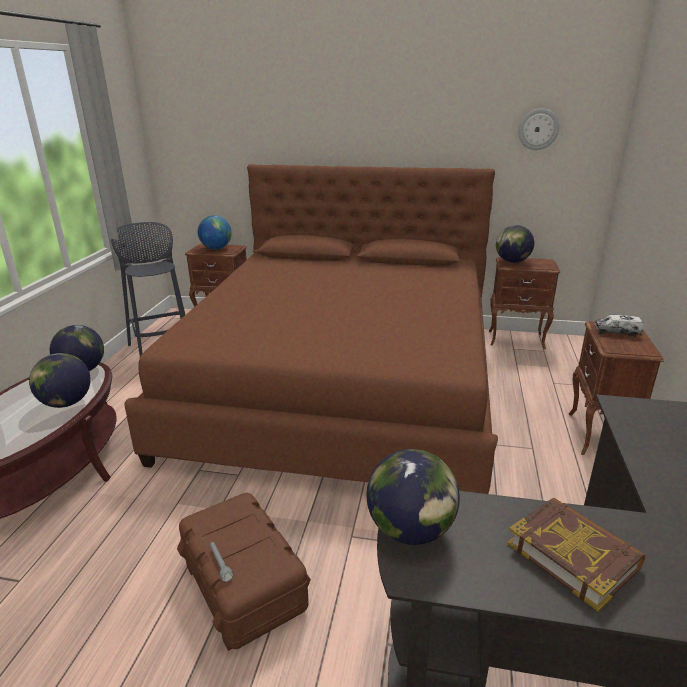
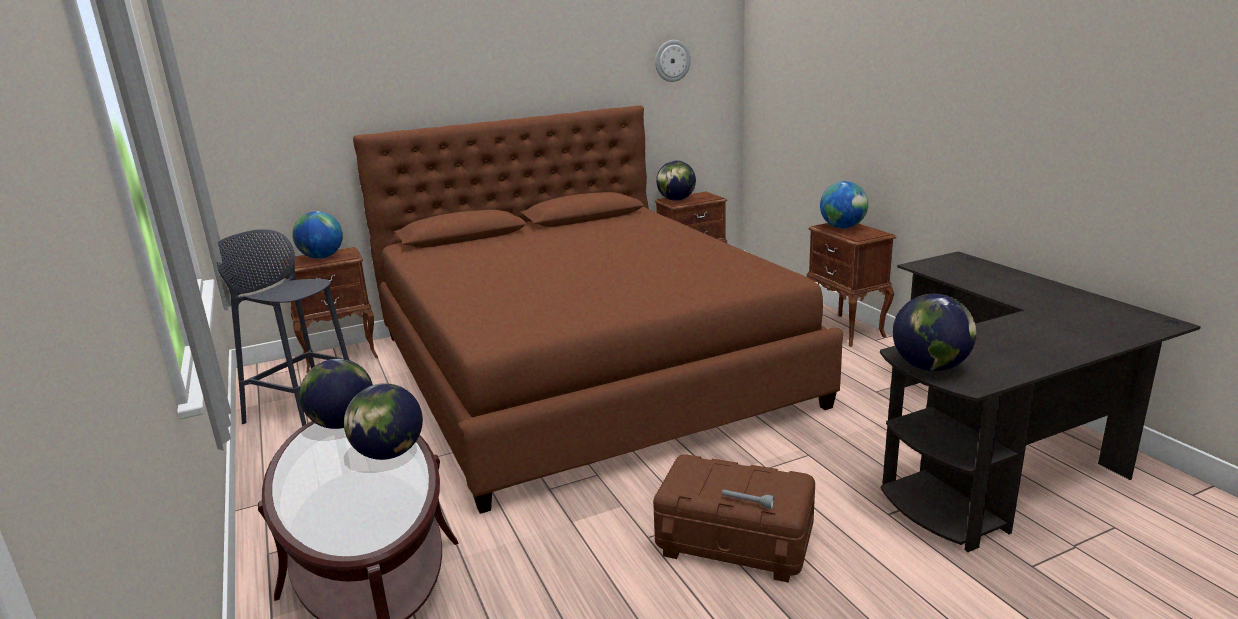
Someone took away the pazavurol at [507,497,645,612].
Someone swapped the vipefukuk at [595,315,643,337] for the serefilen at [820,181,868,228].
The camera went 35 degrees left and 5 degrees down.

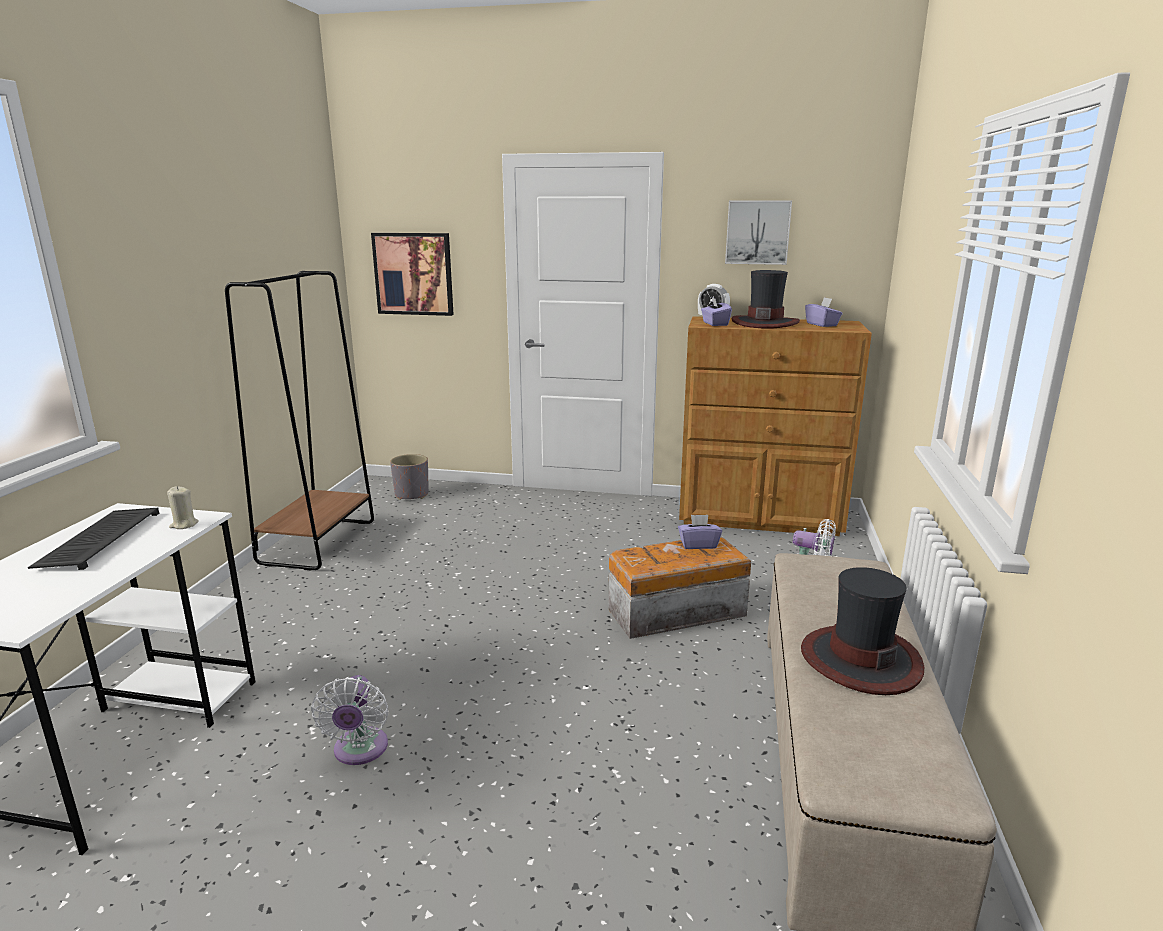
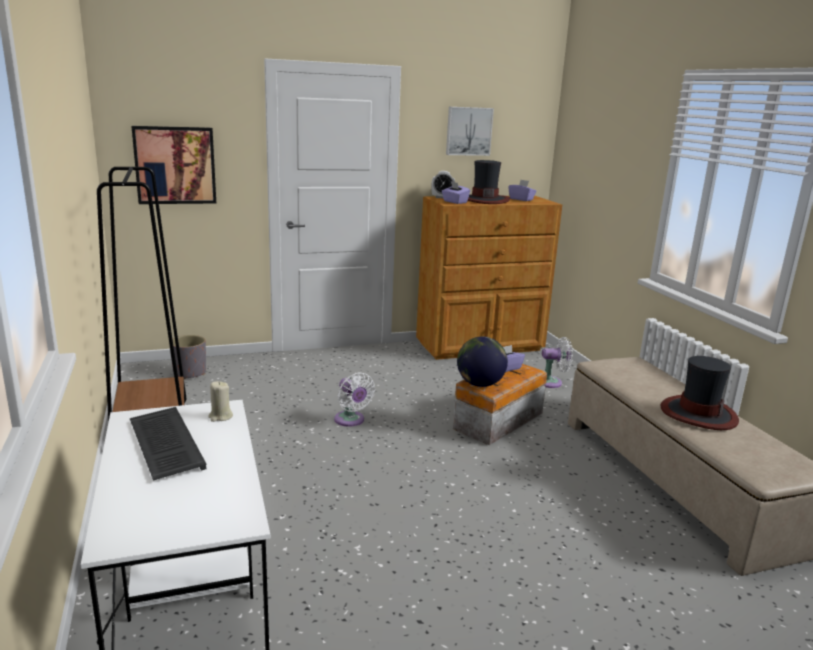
Someone put down the serefilen at [457,336,508,387].
Someone carried the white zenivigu from [311,675,389,765] to [334,372,375,427].
The camera went 30 degrees left and 0 degrees up.

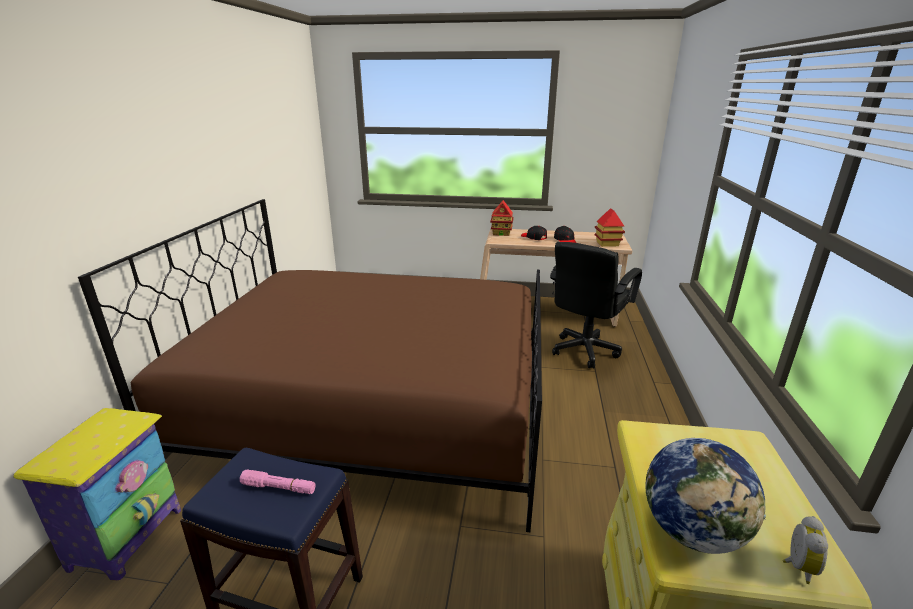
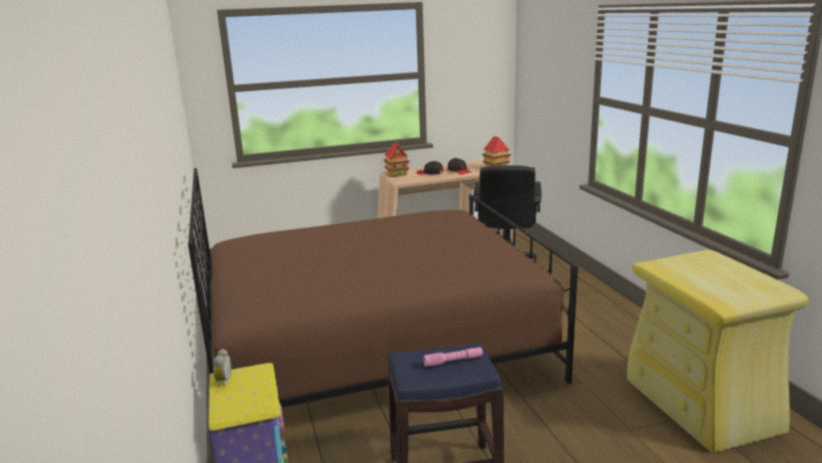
Someone took away the serefilen at [645,438,766,554].
Someone carried the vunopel from [783,516,828,584] to [213,349,231,387].
The camera went 25 degrees left and 5 degrees down.

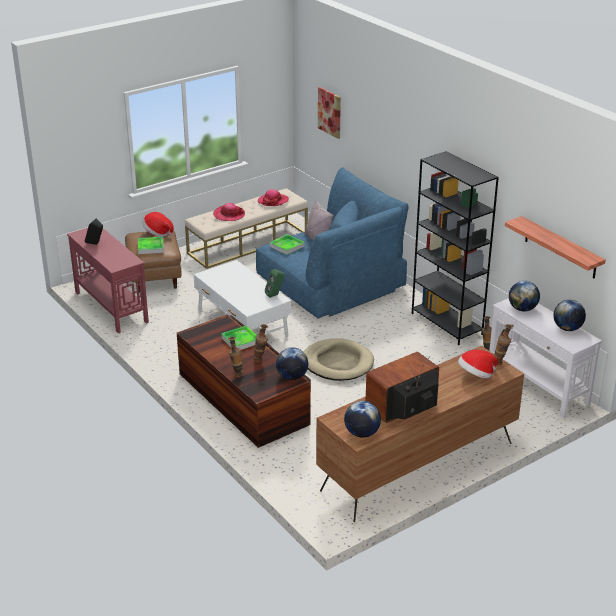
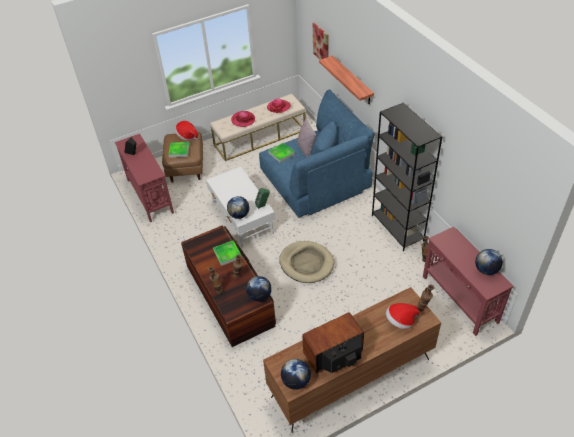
Someone carried the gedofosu from [505,216,606,278] to [319,56,374,104].
Someone carried the serefilen from [509,281,540,312] to [227,196,249,219].
Someone repainted the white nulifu at [489,298,602,418], which became the red nulifu at [423,227,514,336].
The camera went 10 degrees right and 15 degrees up.

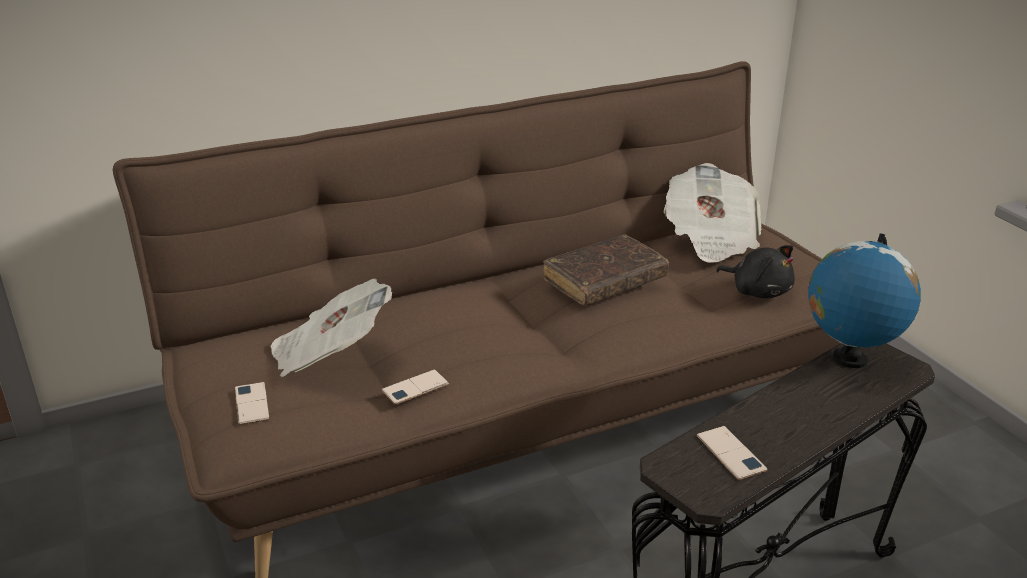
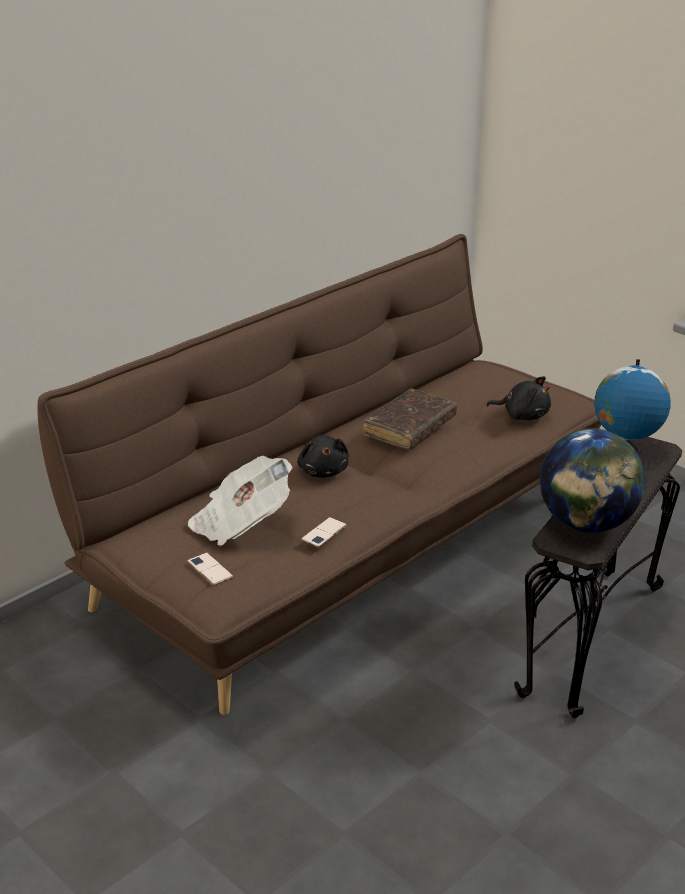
Someone took away the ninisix at [663,163,761,263].
Someone put down the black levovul at [297,435,349,478].
Someone swapped the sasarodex at [697,426,768,480] for the serefilen at [540,428,645,533].
The camera went 20 degrees left and 0 degrees up.

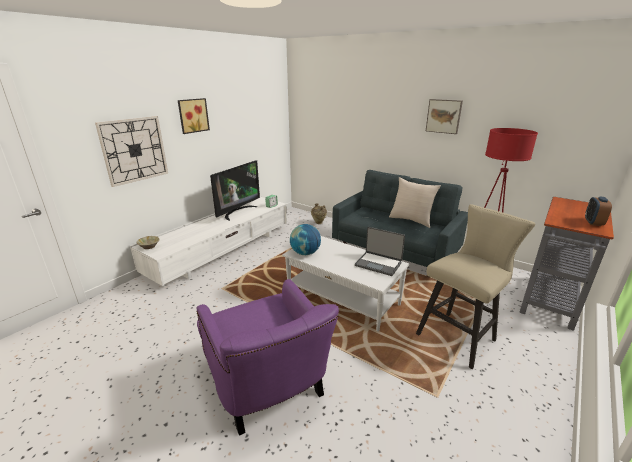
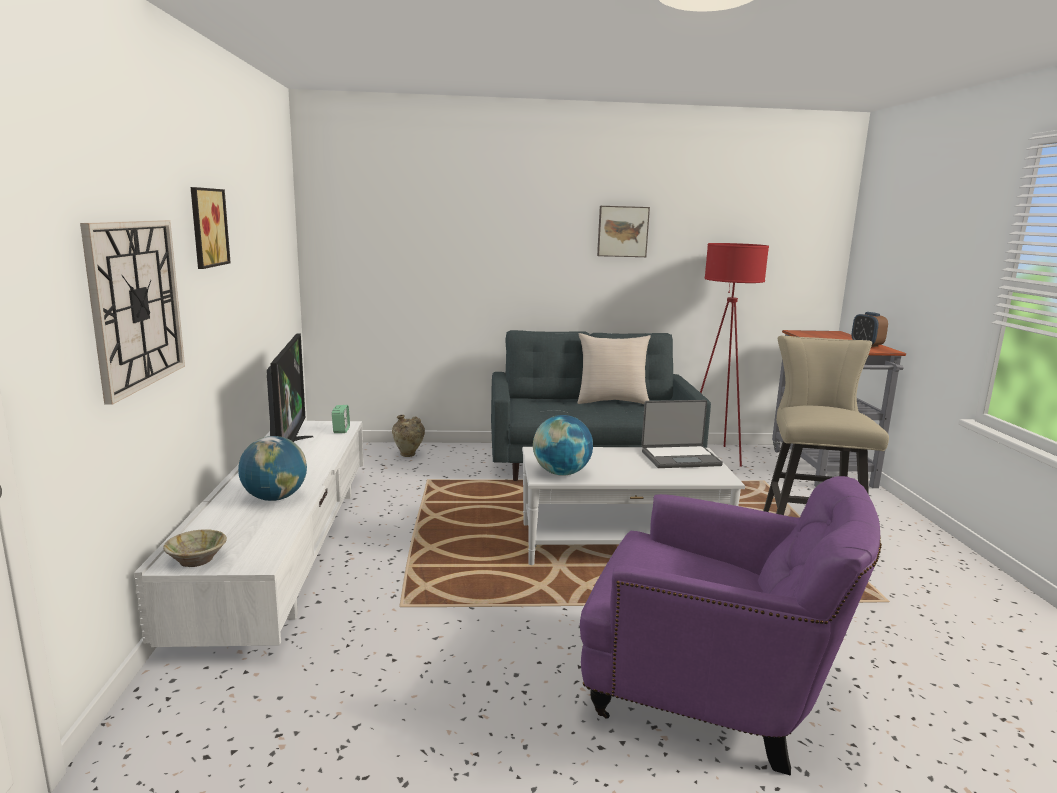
Someone put down the serefilen at [238,436,307,501].
The camera went 40 degrees left and 10 degrees down.

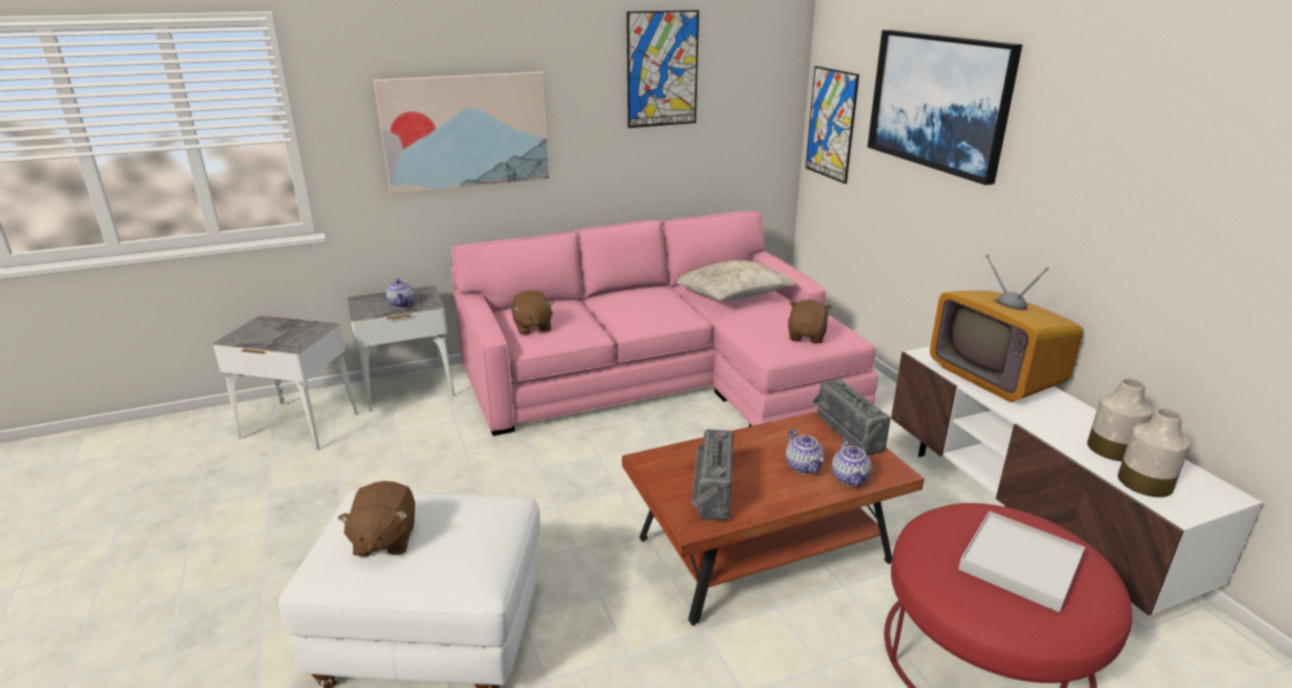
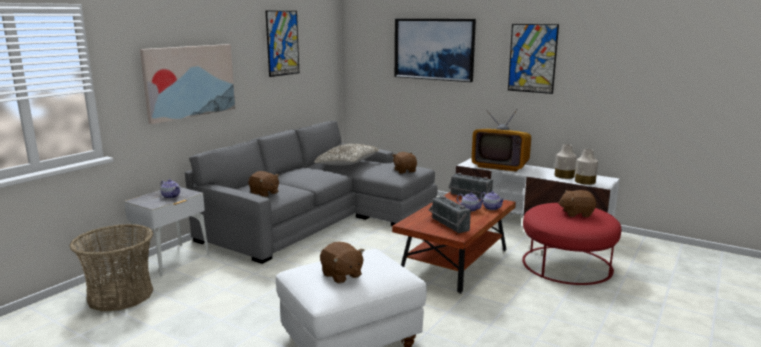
Someone carried the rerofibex from [806,66,859,184] to [508,24,559,94].
Someone swapped the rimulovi at [213,315,358,451] for the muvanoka at [70,224,153,311].
Someone swapped the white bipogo at [959,511,1085,613] for the brown levovul at [558,190,596,217].
Someone repainted the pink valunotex at [451,211,878,436], which became the grey valunotex at [185,121,438,264].
The camera went 35 degrees left and 10 degrees down.

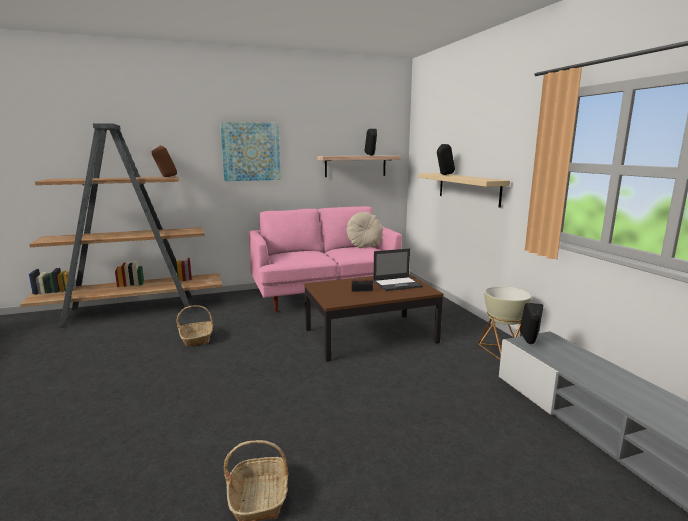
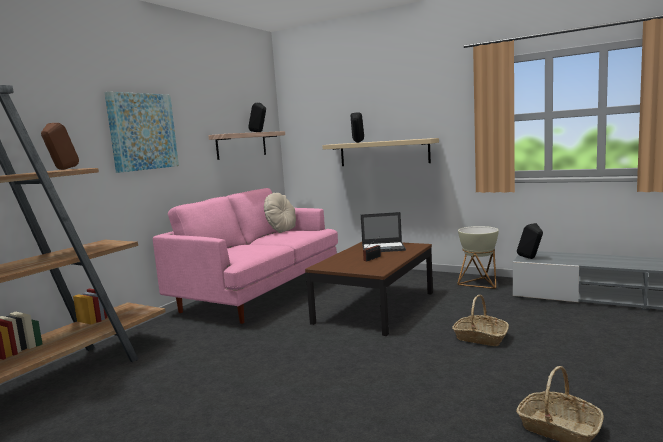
Someone carried the muvanoka from [177,305,213,346] to [452,295,509,346].
Someone rotated the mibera at [373,248,423,291] by 60 degrees clockwise.
The camera went 40 degrees left and 5 degrees down.

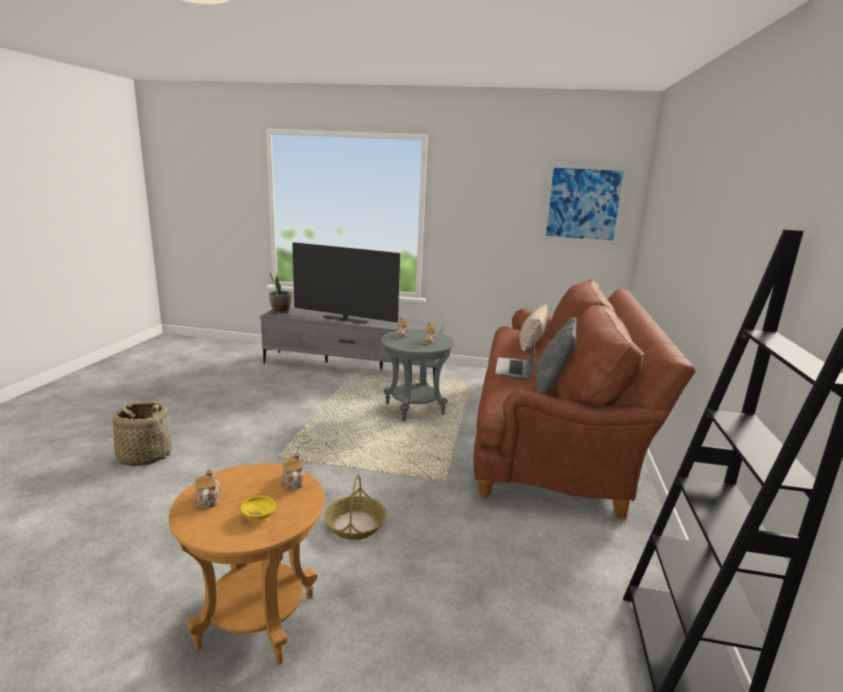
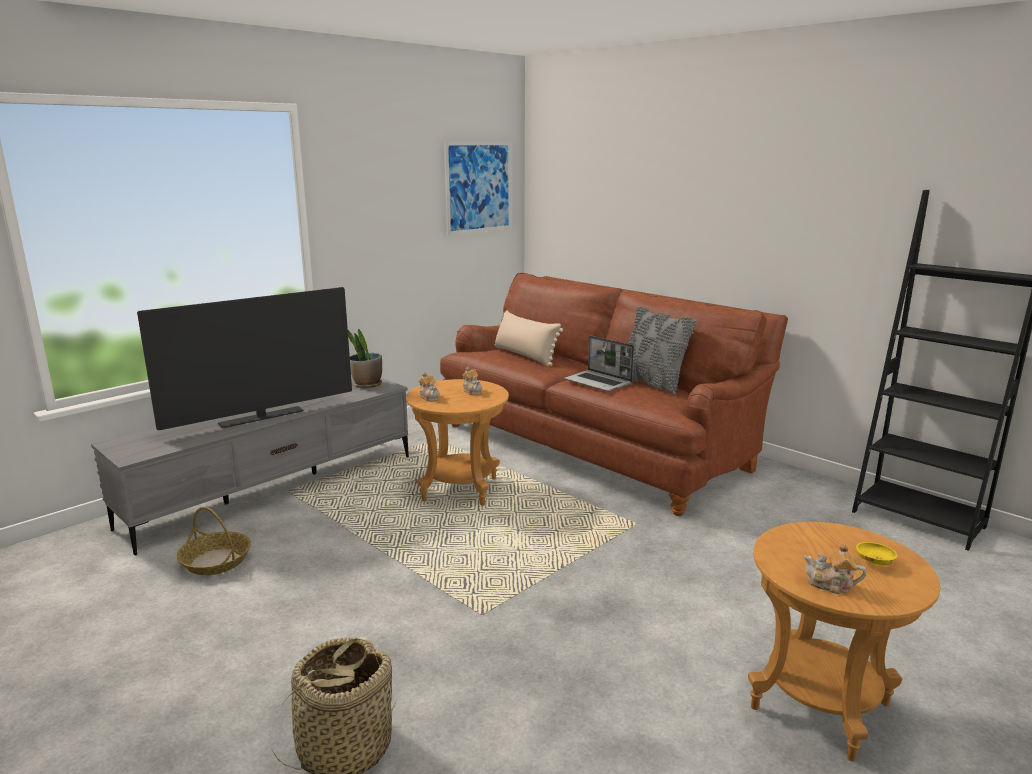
Someone took away the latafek at [281,453,304,489].
Someone carried the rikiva from [269,273,291,313] to [348,329,382,388].
Someone carried the muvanoka from [324,474,387,540] to [177,507,251,575].
Someone repainted the grey rimulovi at [381,329,455,421], which became the brown rimulovi at [406,379,509,506].
The camera went 55 degrees left and 0 degrees up.

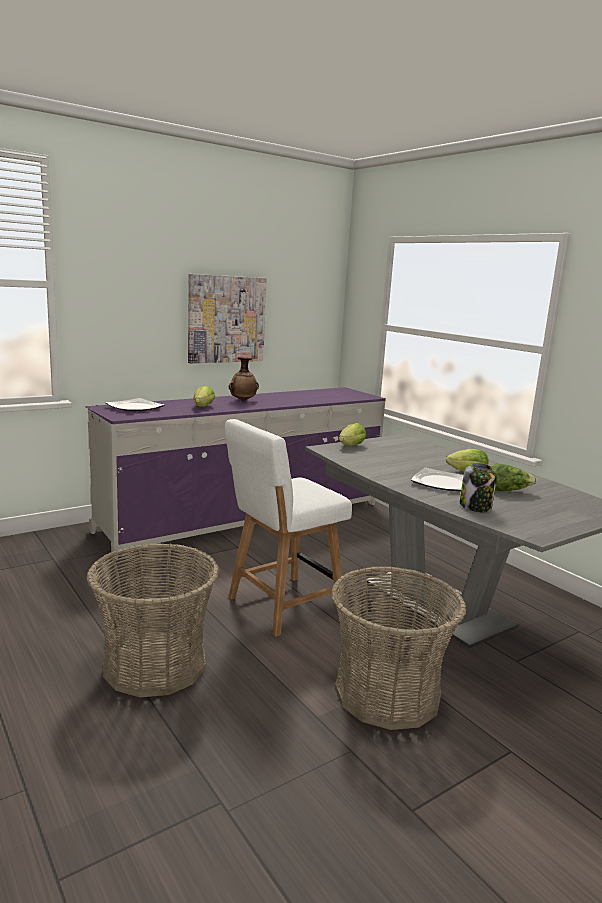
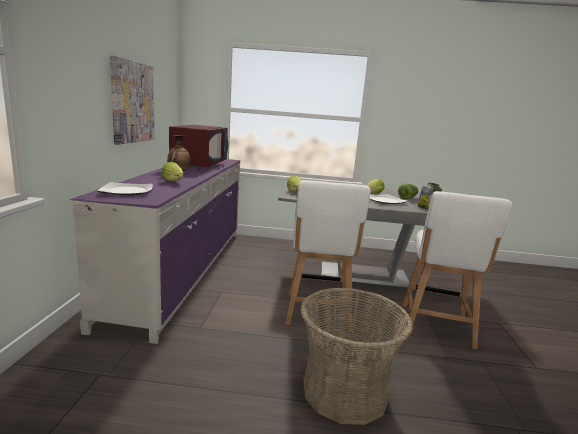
Someone put down the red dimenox at [169,125,228,170].
Someone swapped the muvanoka at [331,566,467,730] for the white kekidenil at [402,191,512,350].
The camera went 50 degrees left and 0 degrees up.

